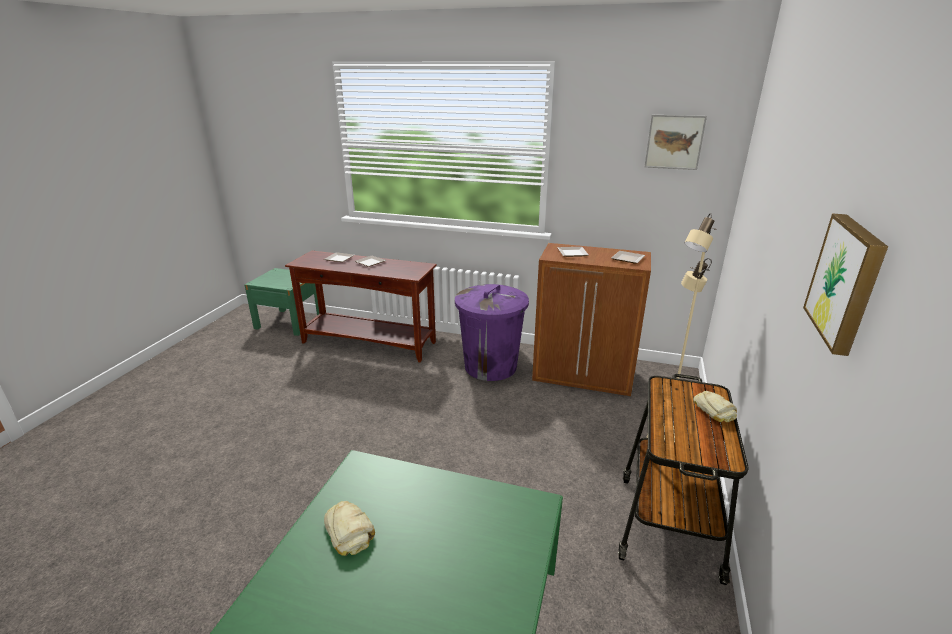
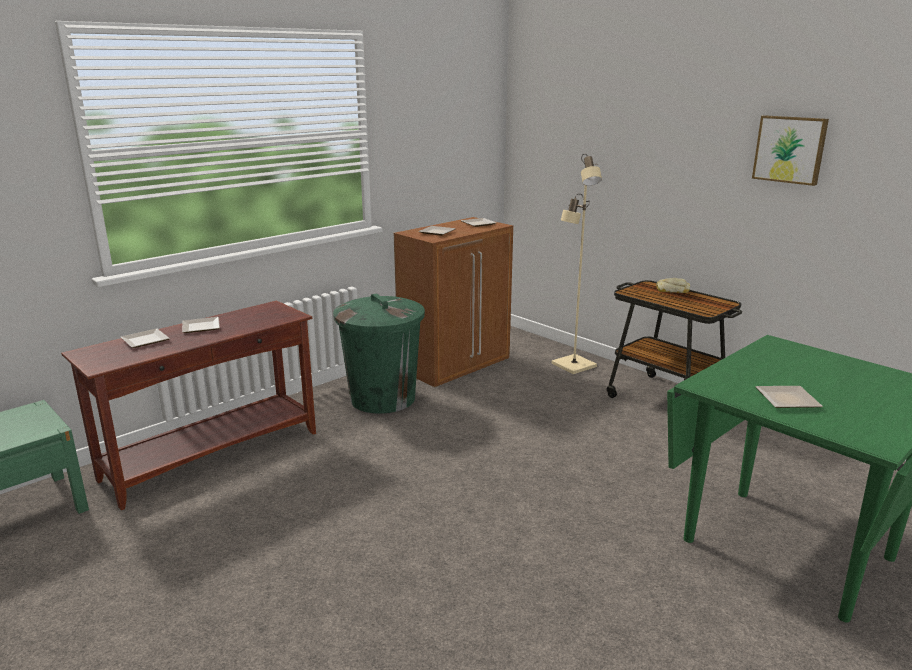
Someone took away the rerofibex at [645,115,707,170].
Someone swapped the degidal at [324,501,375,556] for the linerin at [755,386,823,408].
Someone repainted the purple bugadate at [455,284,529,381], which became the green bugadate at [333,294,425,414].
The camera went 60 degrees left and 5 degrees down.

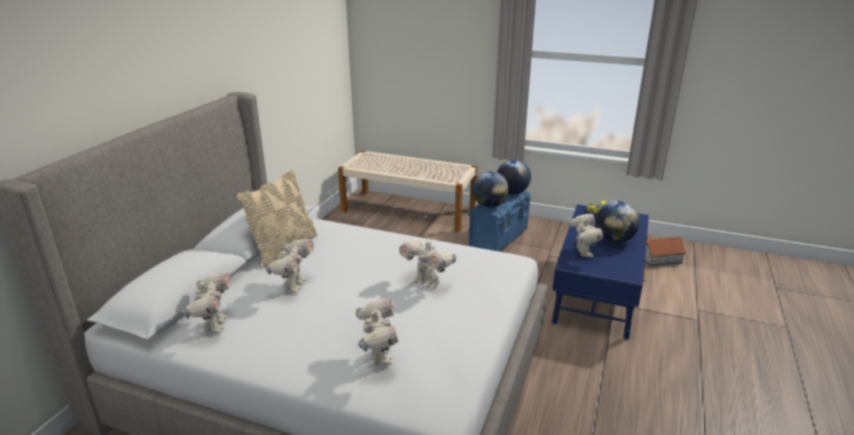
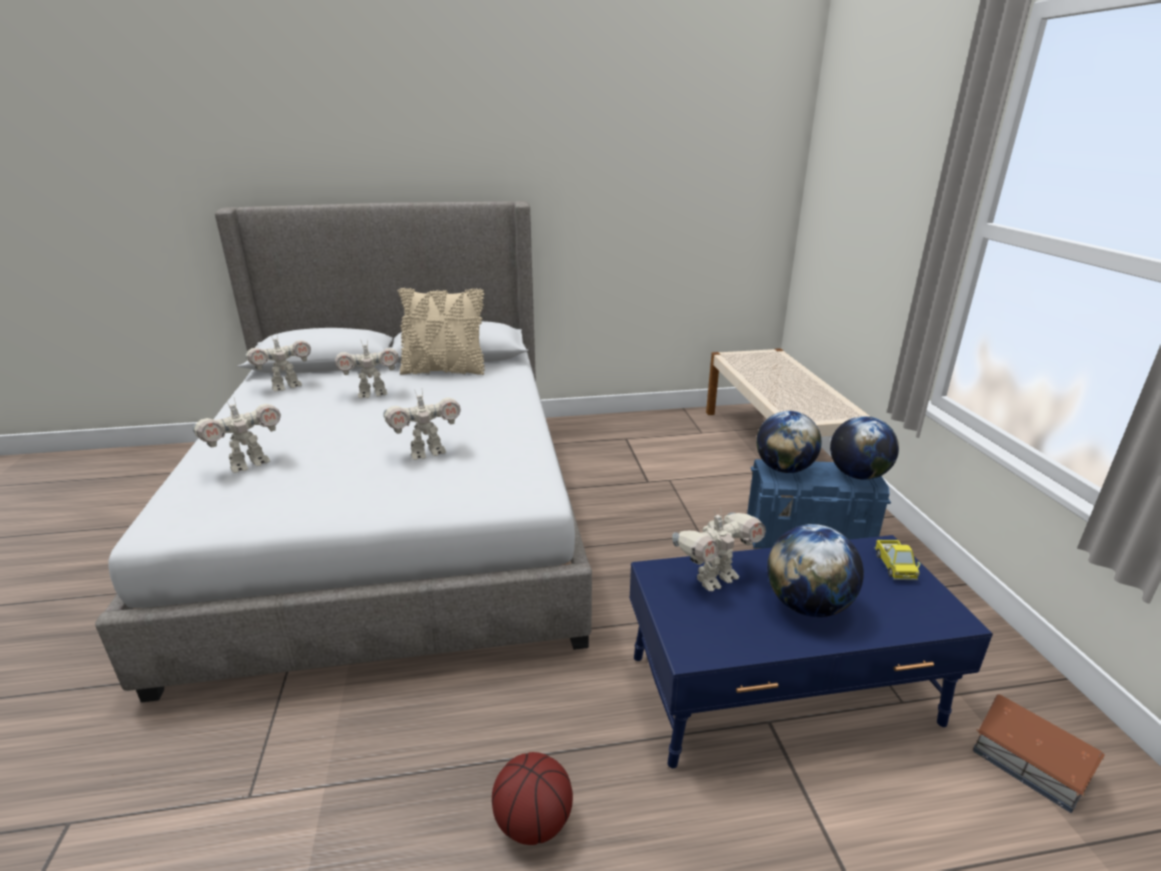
Someone put down the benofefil at [492,752,573,845].
Someone rotated the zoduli at [399,238,456,289] by 120 degrees counterclockwise.
The camera went 60 degrees right and 0 degrees up.

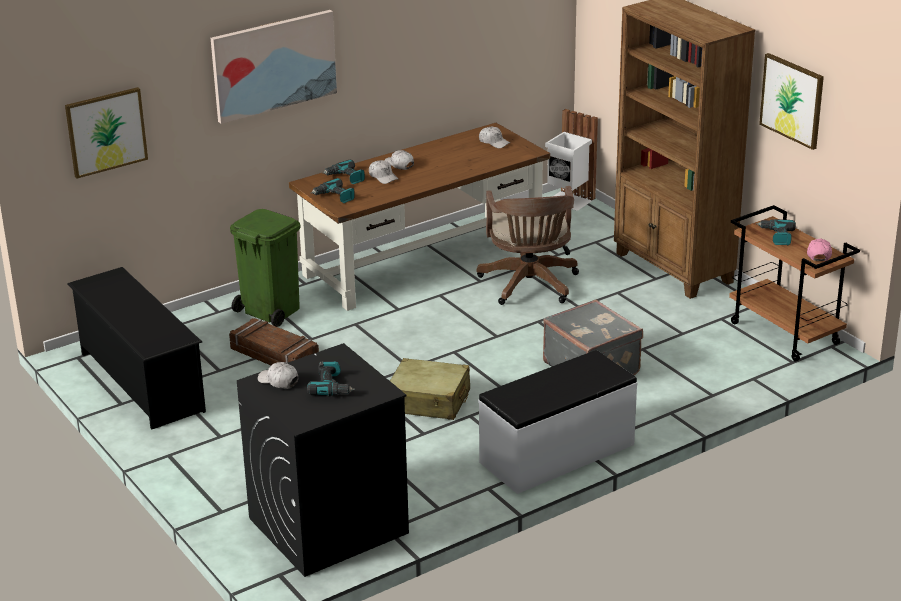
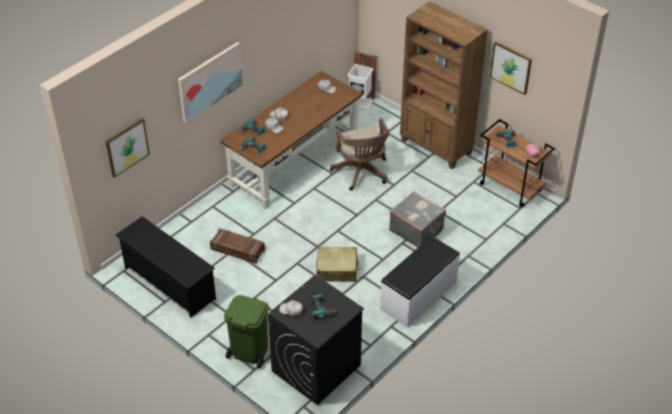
Someone carried the green bugadate from [230,209,301,327] to [224,295,269,368].
The camera went 15 degrees left and 15 degrees up.

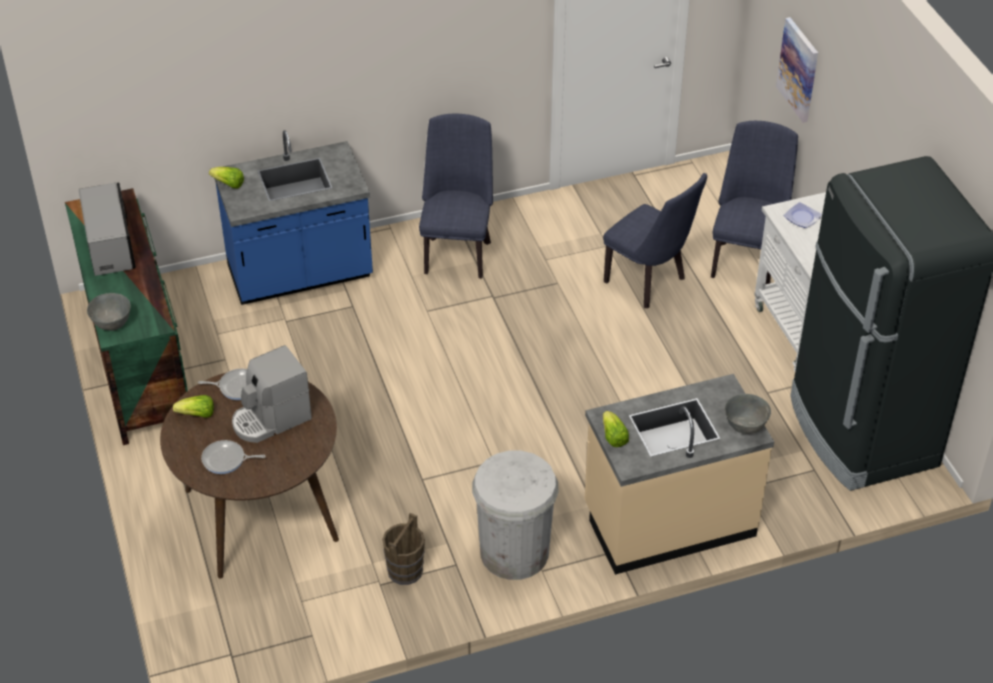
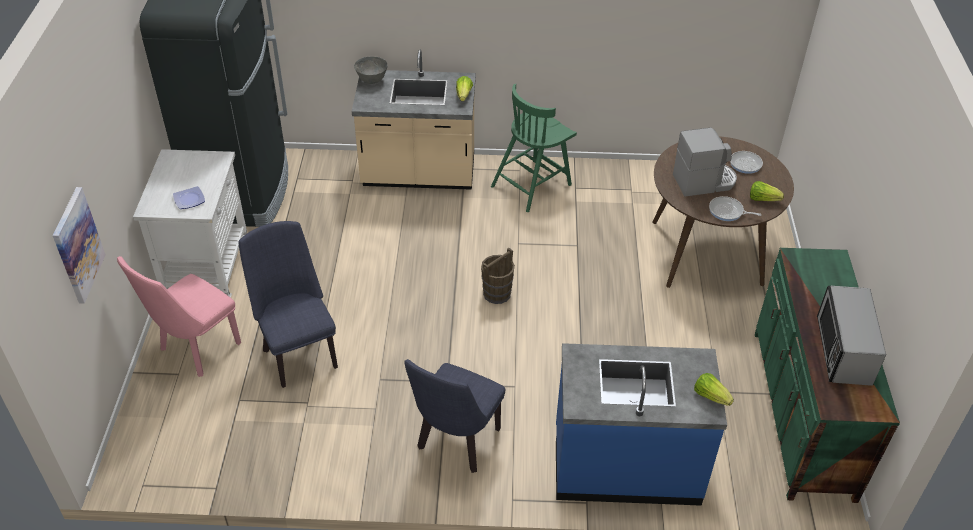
Someone took away the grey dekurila at [87,293,131,331].
Someone carried the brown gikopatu from [382,513,425,585] to [481,247,515,304].
Someone swapped the white bugadate at [472,451,559,580] for the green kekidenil at [491,84,577,212].
Someone repainted the blue kekidenil at [711,121,798,285], which became the pink kekidenil at [117,256,241,377].
The camera went 160 degrees left and 0 degrees up.

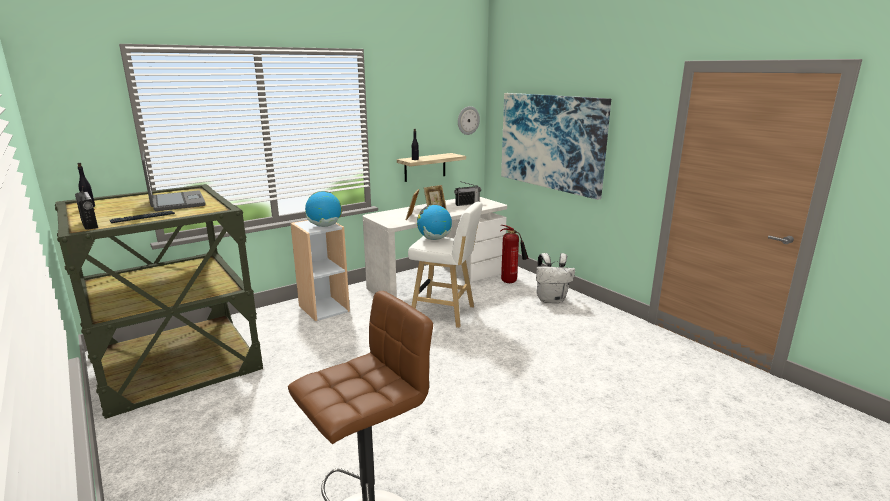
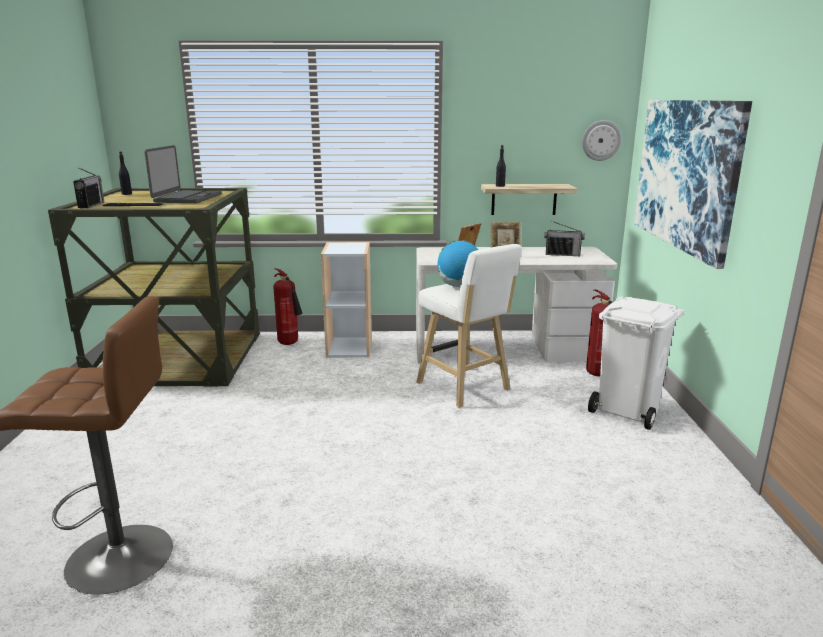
Someone took away the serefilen at [305,191,342,227].
Someone put down the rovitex at [273,268,303,345].
Someone swapped the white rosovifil at [536,253,575,303] for the white bugadate at [588,296,684,430].
The camera went 35 degrees right and 0 degrees up.

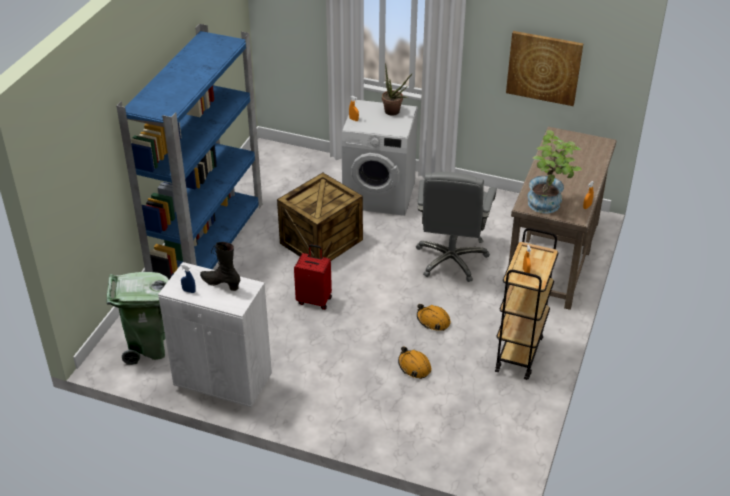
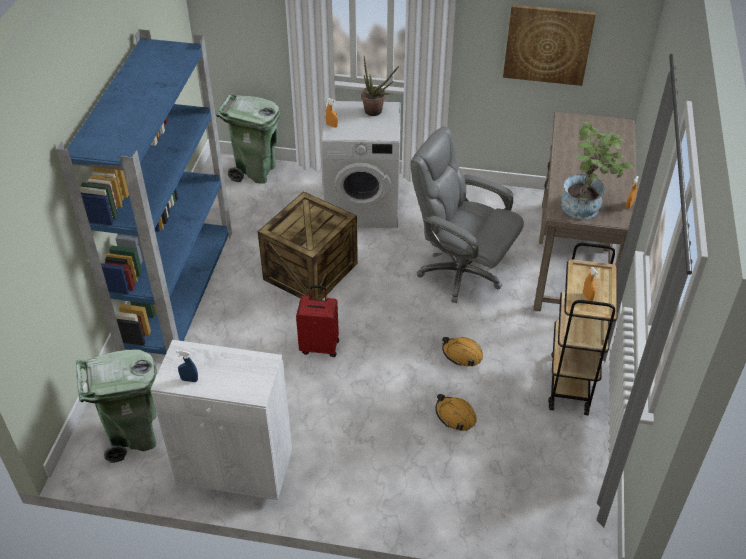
Someone took away the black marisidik at [200,242,240,291].
Someone put down the green bugadate at [216,93,281,184].
Someone rotated the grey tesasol at [416,172,497,282] by 120 degrees clockwise.
The camera went 10 degrees left and 5 degrees up.

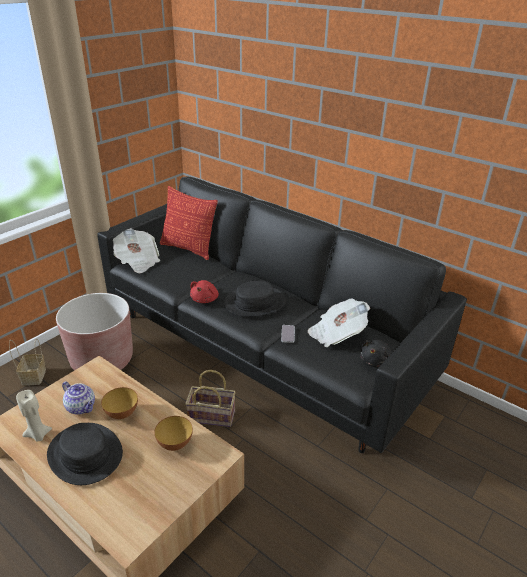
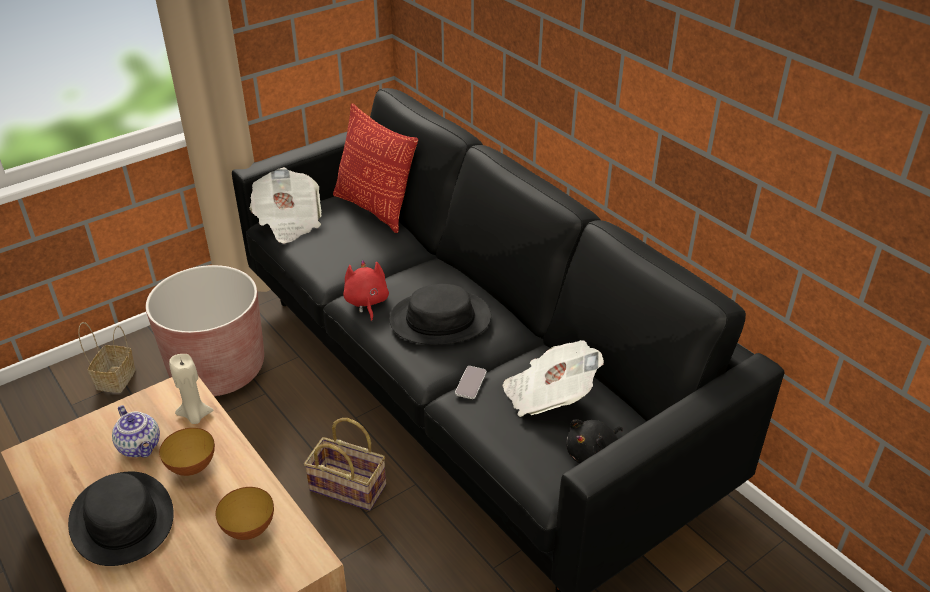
Someone carried the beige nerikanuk from [16,390,52,442] to [169,354,213,424].
Someone rotated the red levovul at [190,280,219,303] by 135 degrees clockwise.
The camera went 15 degrees right and 5 degrees up.

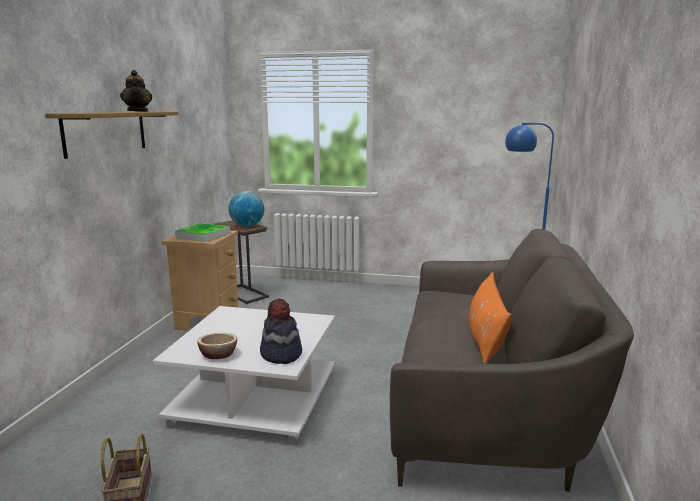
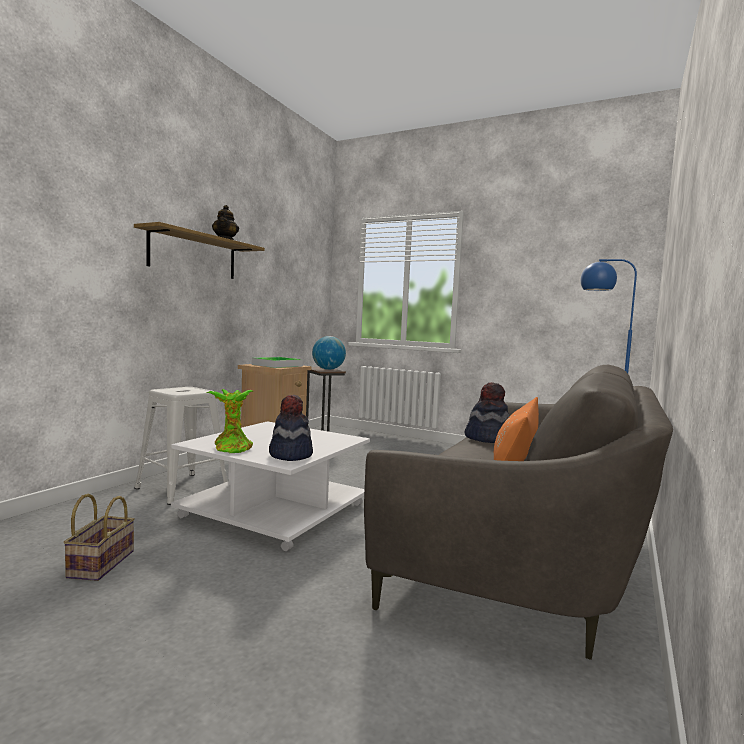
Someone put down the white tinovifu at [134,387,228,505].
Someone put down the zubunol at [464,382,509,443].
Someone swapped the dekurila at [197,333,237,359] for the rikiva at [206,389,254,453].
The camera went 15 degrees right and 10 degrees down.

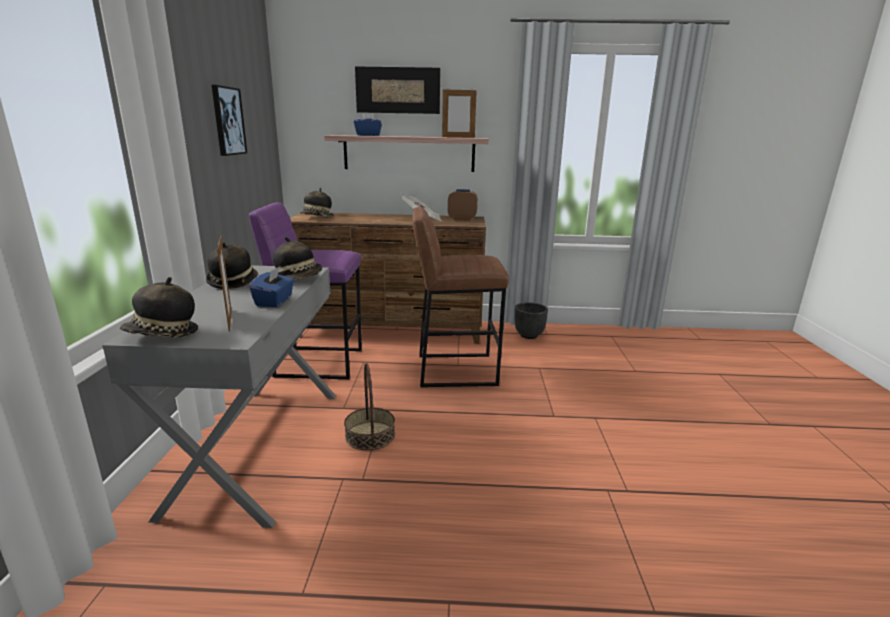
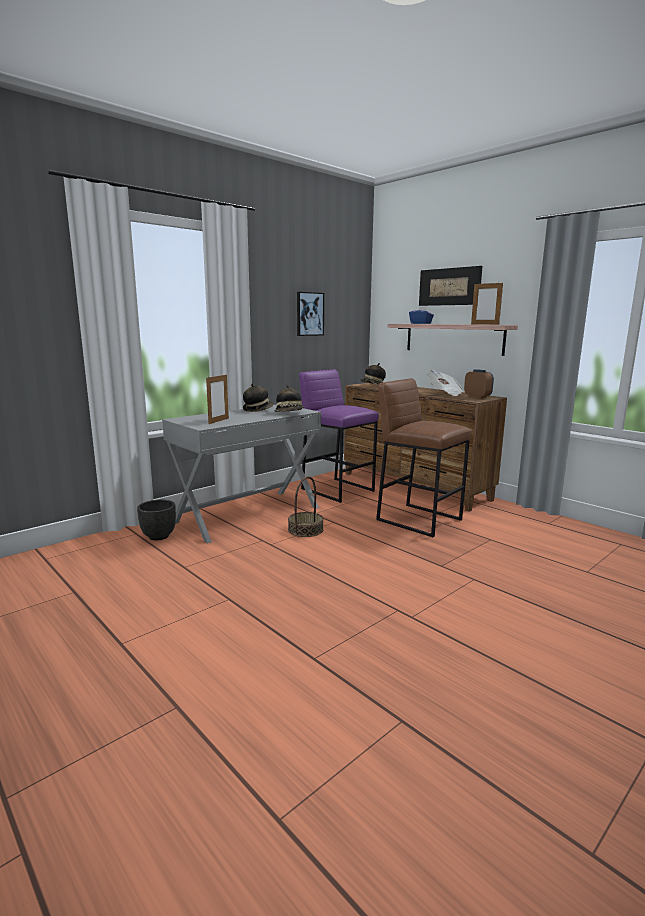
Someone took away the zubunol at [120,277,198,337].
Someone took away the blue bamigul at [249,267,294,307].
Someone carried the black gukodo from [514,302,548,339] to [137,499,176,541].
The camera went 45 degrees right and 5 degrees down.

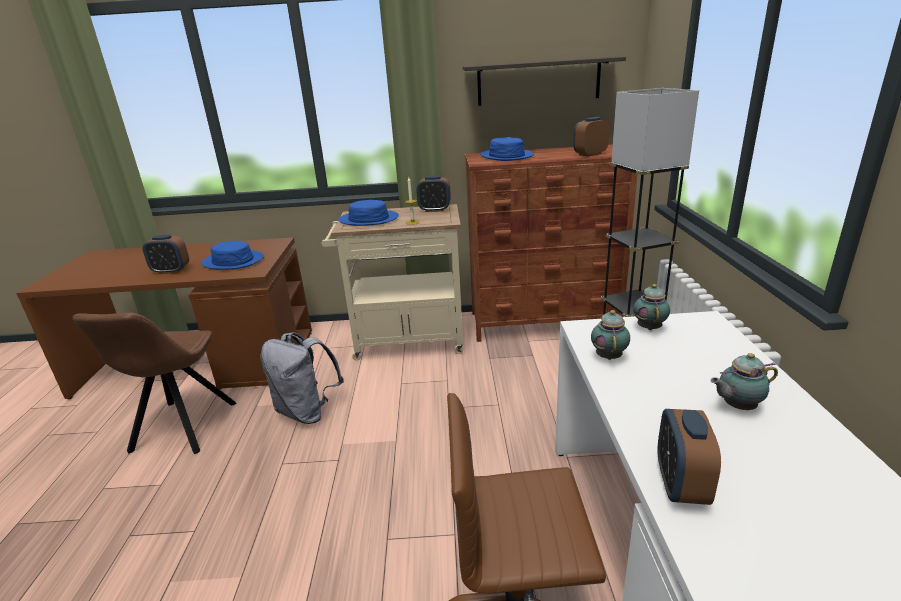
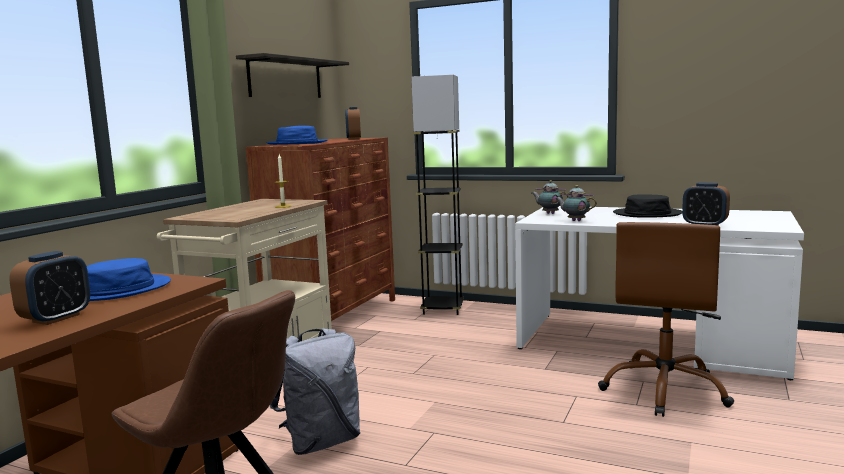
Someone took away the blue zubunol at [338,200,399,226].
Someone took away the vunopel at [417,176,451,212].
Someone swapped the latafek at [710,353,778,410] for the black zubunol at [613,194,682,218].
The camera went 65 degrees left and 15 degrees down.

